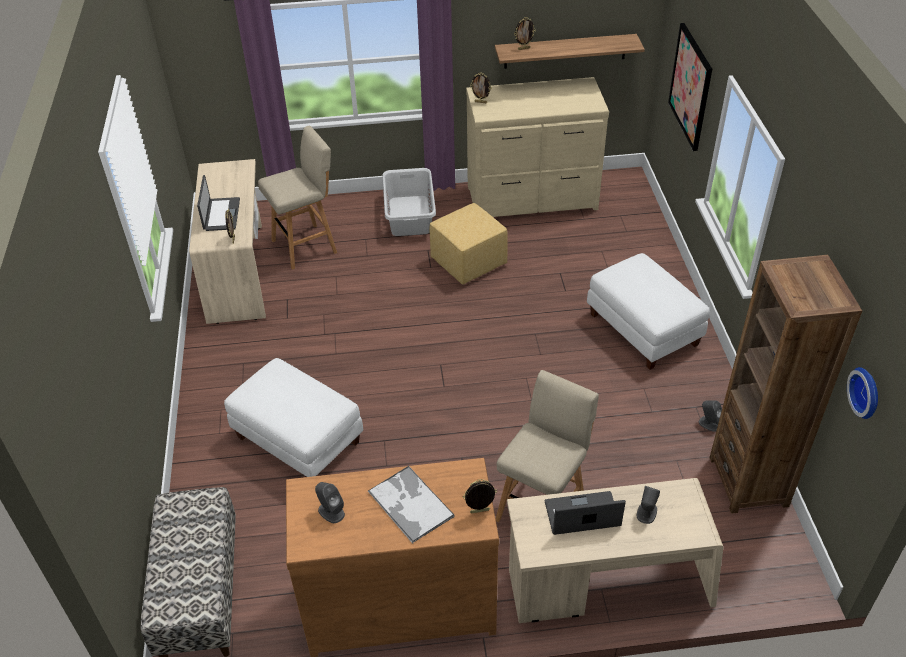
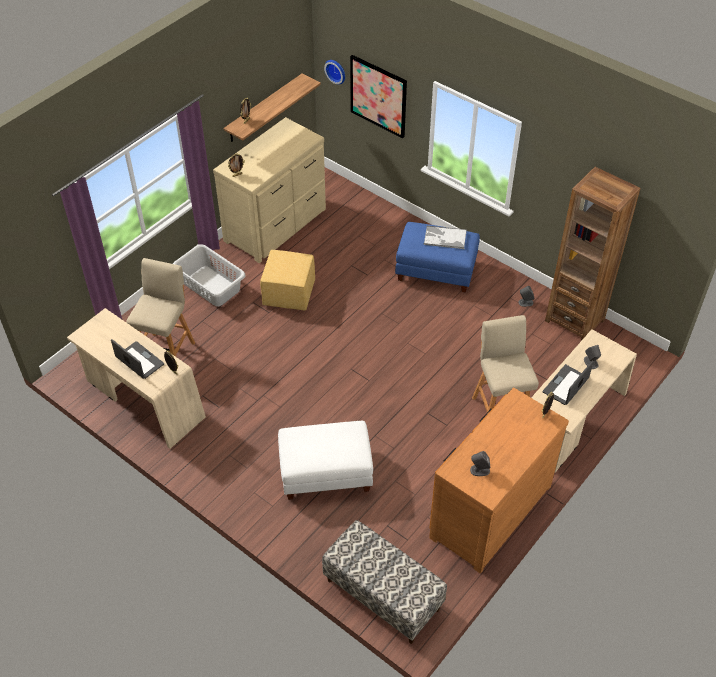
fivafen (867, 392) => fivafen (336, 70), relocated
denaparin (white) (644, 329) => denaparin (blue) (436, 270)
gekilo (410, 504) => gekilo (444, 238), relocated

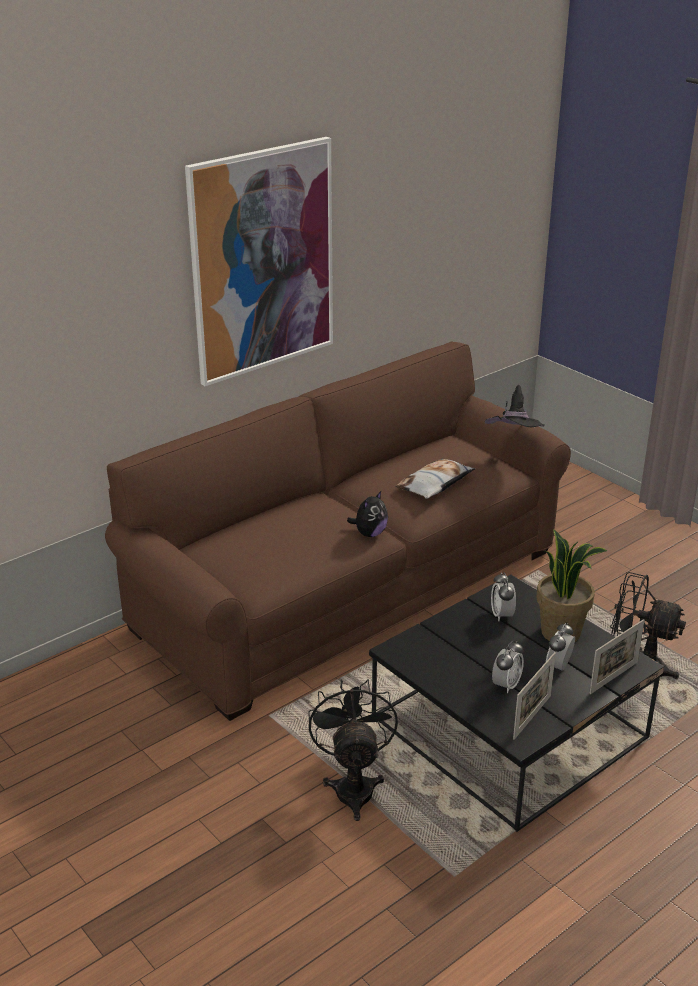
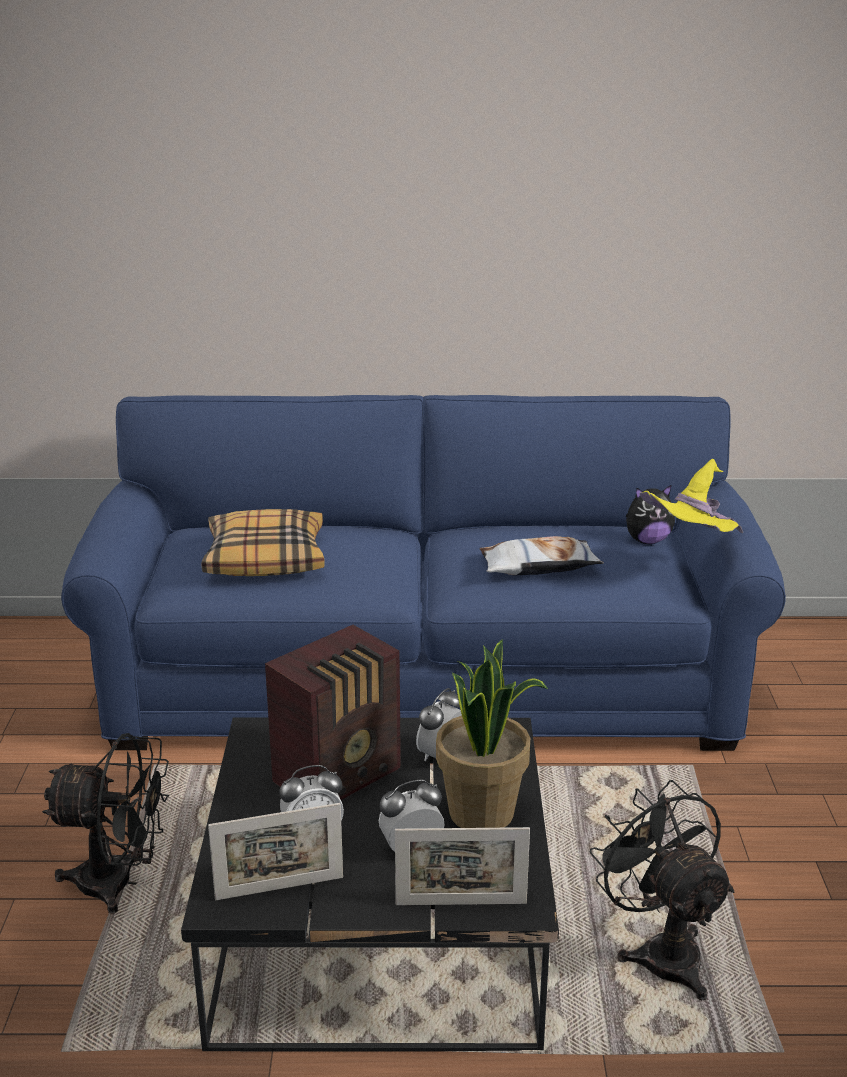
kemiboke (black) (353, 786) => kemiboke (black) (120, 883), 60 degrees clockwise
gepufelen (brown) (349, 590) => gepufelen (blue) (424, 682)
nothing => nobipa (265, 558)
nothing => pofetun (340, 776)
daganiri (369, 533) => daganiri (647, 541), relocated
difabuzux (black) (513, 441) => difabuzux (yellow) (690, 547)
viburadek (262, 261) => nothing

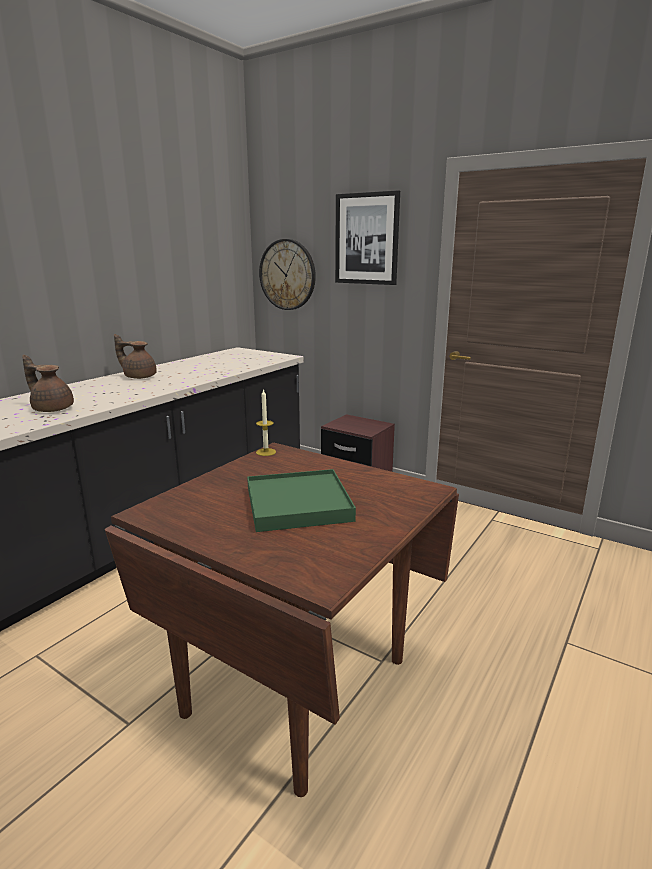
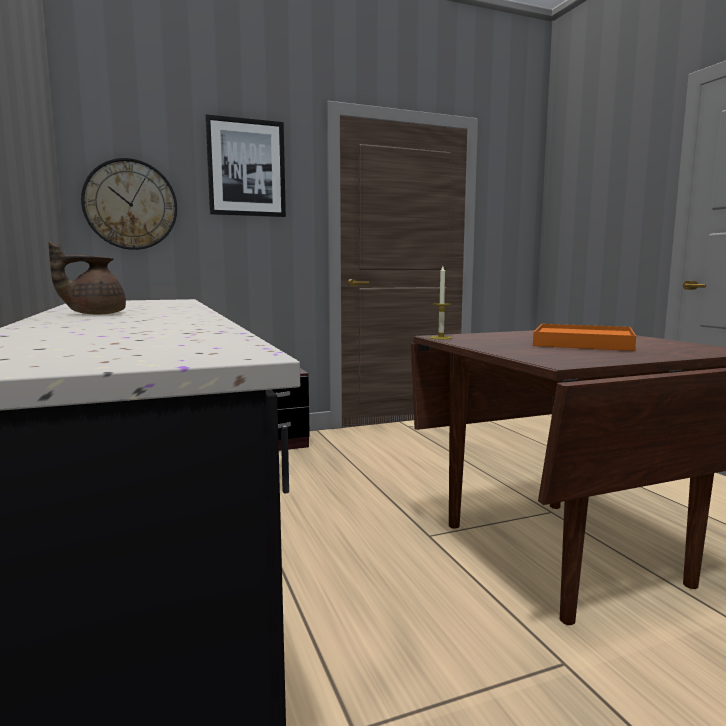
gekilo (green) (298, 504) => gekilo (orange) (583, 342)
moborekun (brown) (52, 409) => nothing

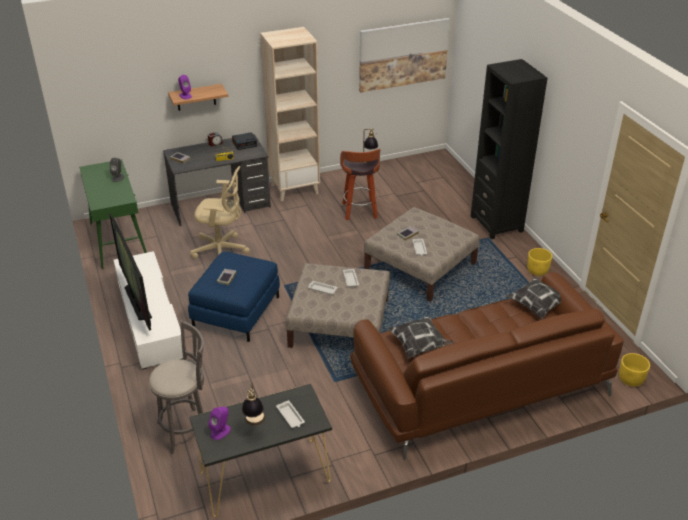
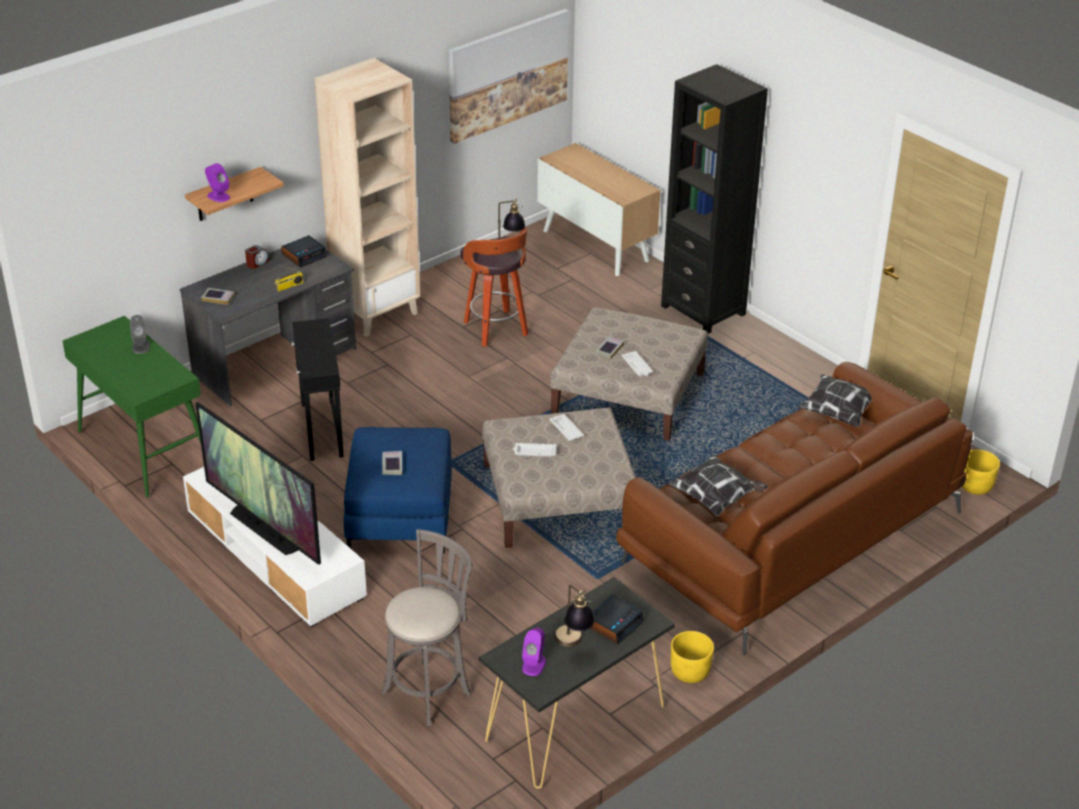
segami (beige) (222, 250) => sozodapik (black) (321, 430)
nothing => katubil (596, 245)
gekilo (white) (290, 416) => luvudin (614, 623)
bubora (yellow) (537, 271) => bubora (yellow) (690, 672), relocated

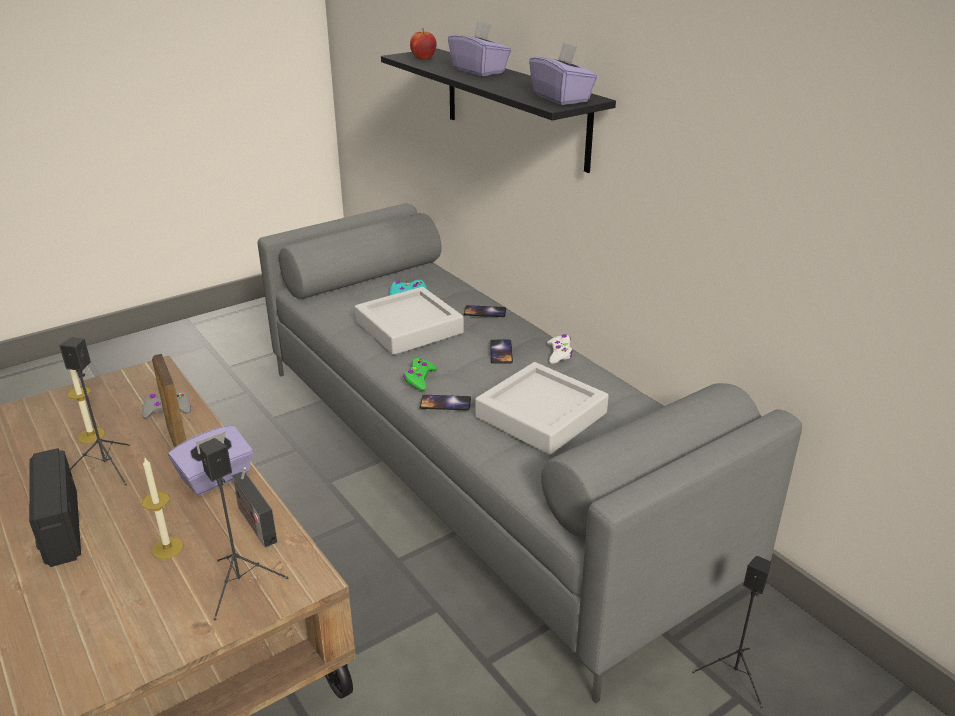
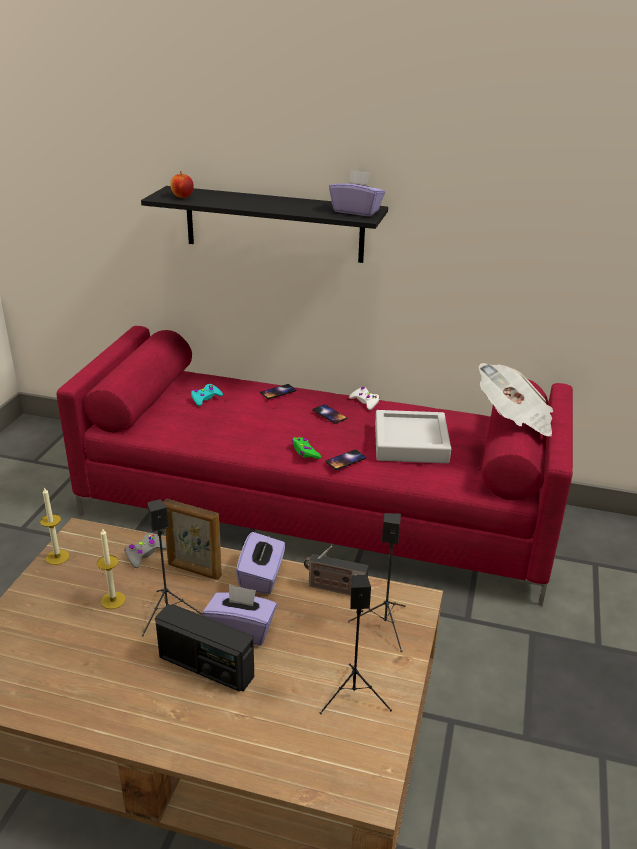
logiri (167, 548) => logiri (57, 557), relocated
gepufelen (grey) (480, 465) => gepufelen (red) (318, 510)
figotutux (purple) (479, 71) => figotutux (purple) (241, 630), relocated
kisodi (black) (735, 676) => kisodi (black) (354, 695), relocated
nothing => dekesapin (514, 419)
gekilo (grey) (409, 328) => nothing

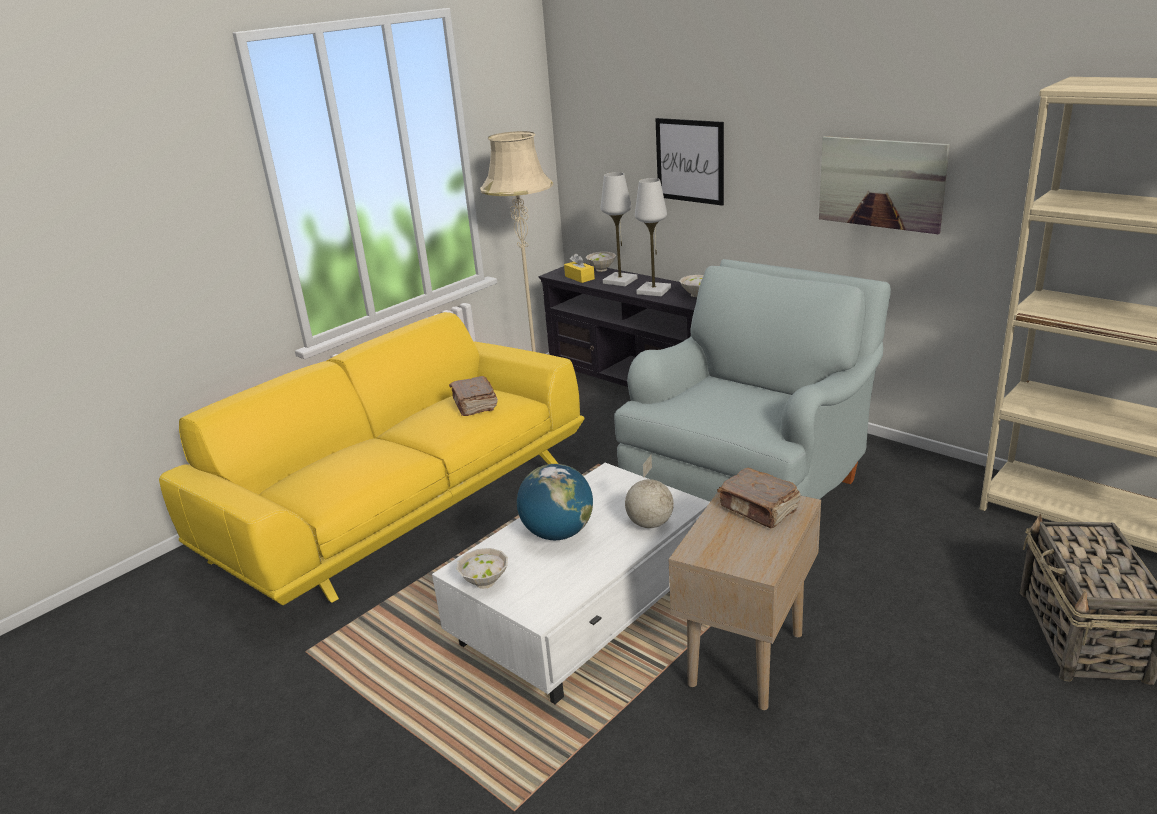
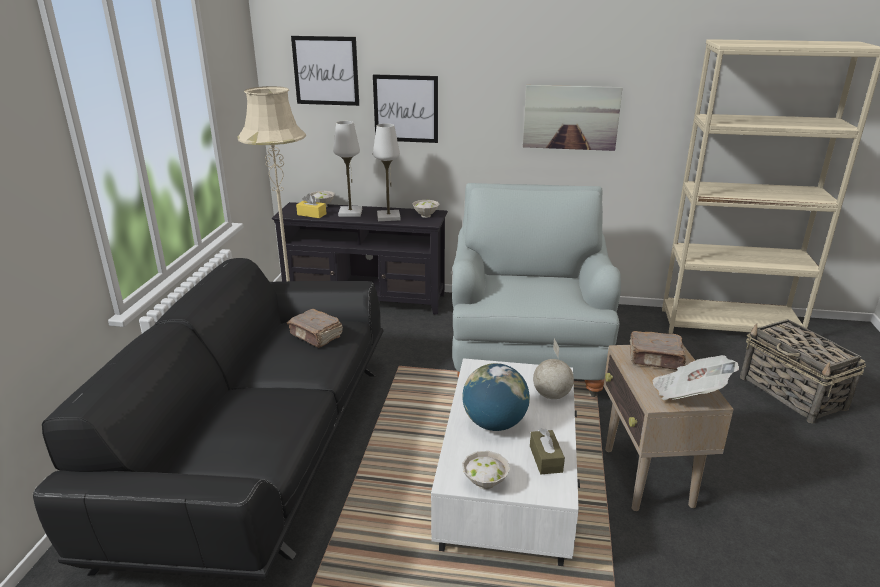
gepufelen (yellow) (401, 507) => gepufelen (black) (258, 450)
nothing => viburadek (326, 71)
nothing => figotutux (brown) (545, 459)
nothing => dekesapin (689, 394)

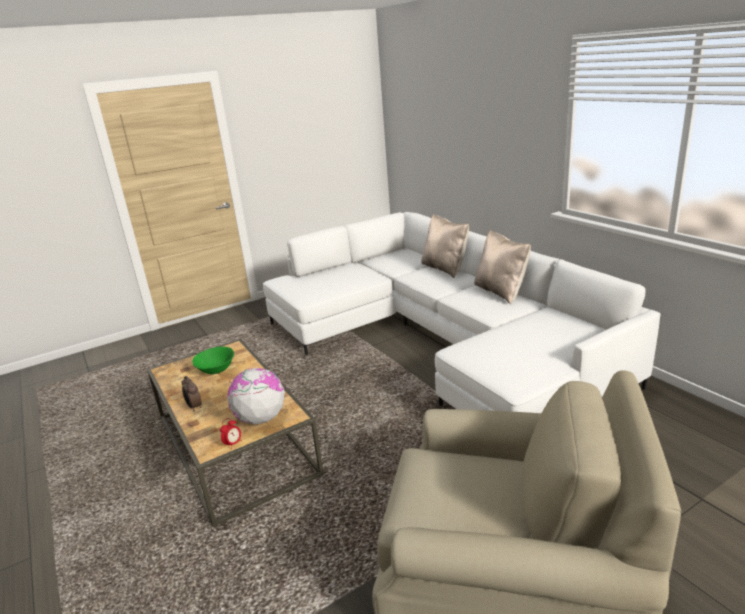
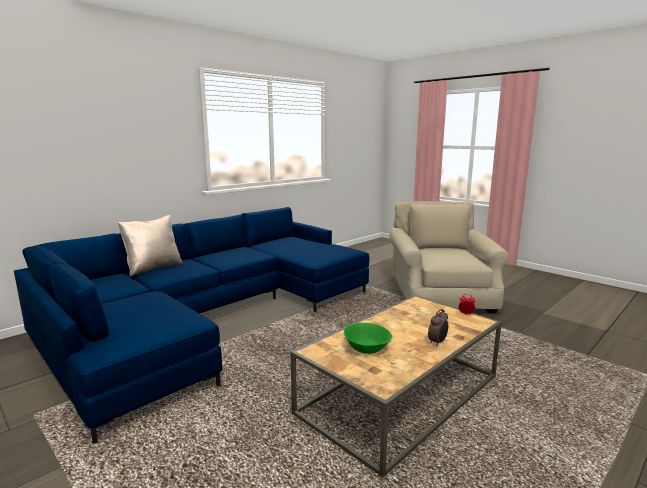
gepufelen (white) (439, 340) => gepufelen (blue) (210, 317)
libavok (260, 419) => nothing
nobipa (beige) (501, 291) => nothing

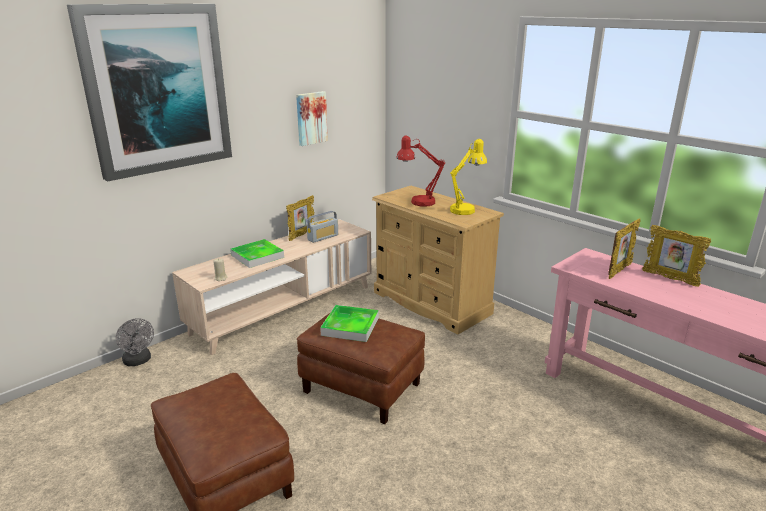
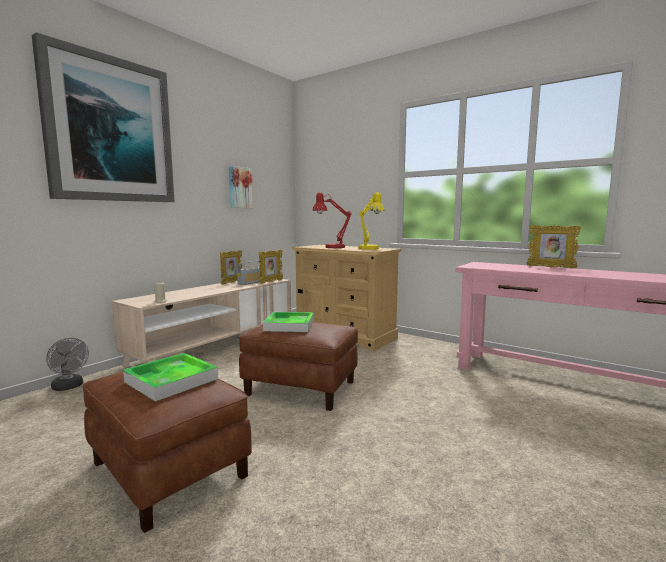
gekilo (257, 256) => gekilo (171, 380), relocated
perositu (619, 271) => perositu (271, 282), relocated

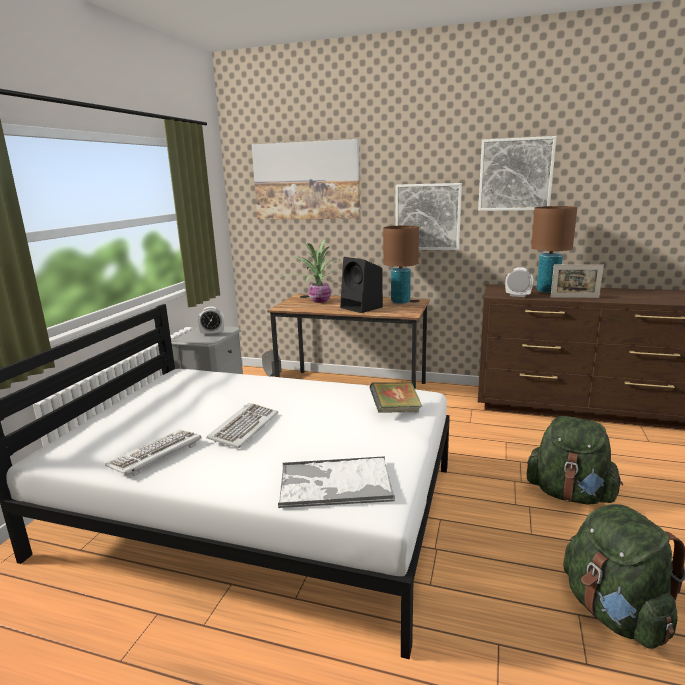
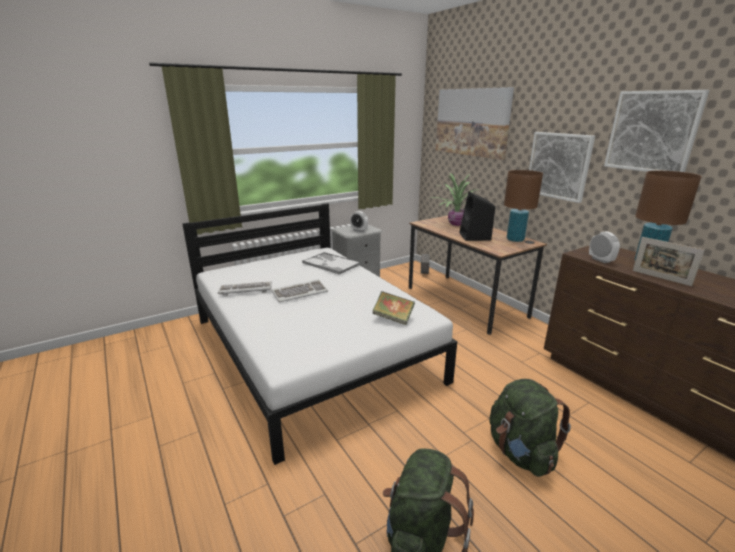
gekilo (334, 483) => gekilo (330, 263), relocated

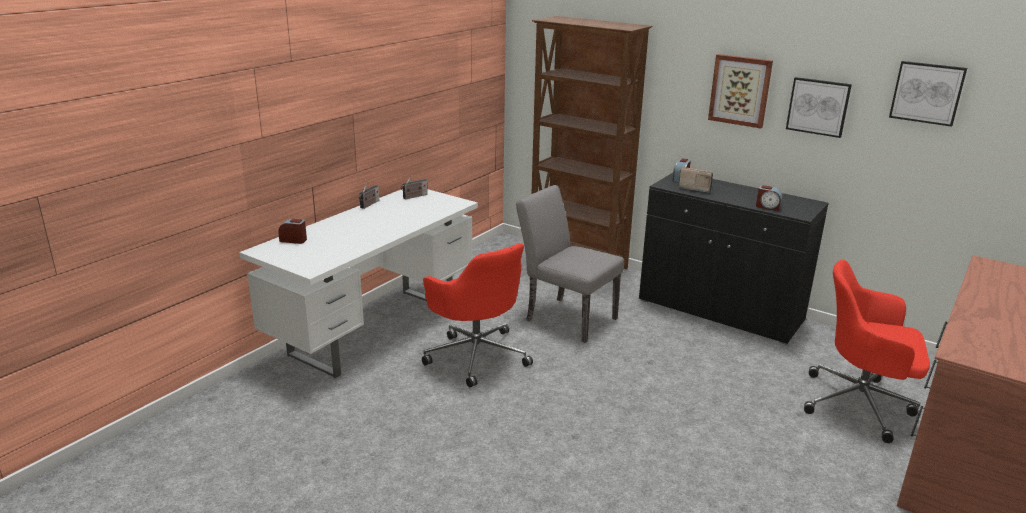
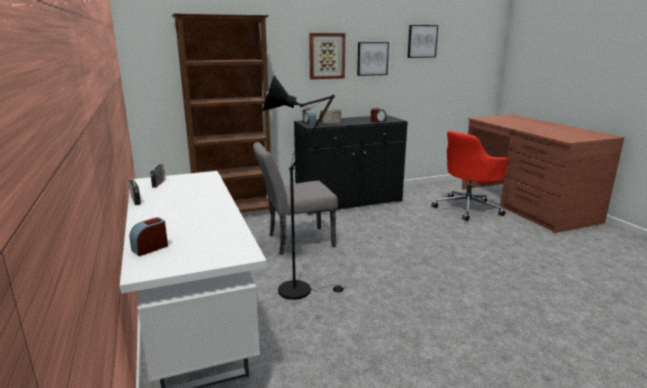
segami (red) (476, 355) => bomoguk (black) (301, 289)

